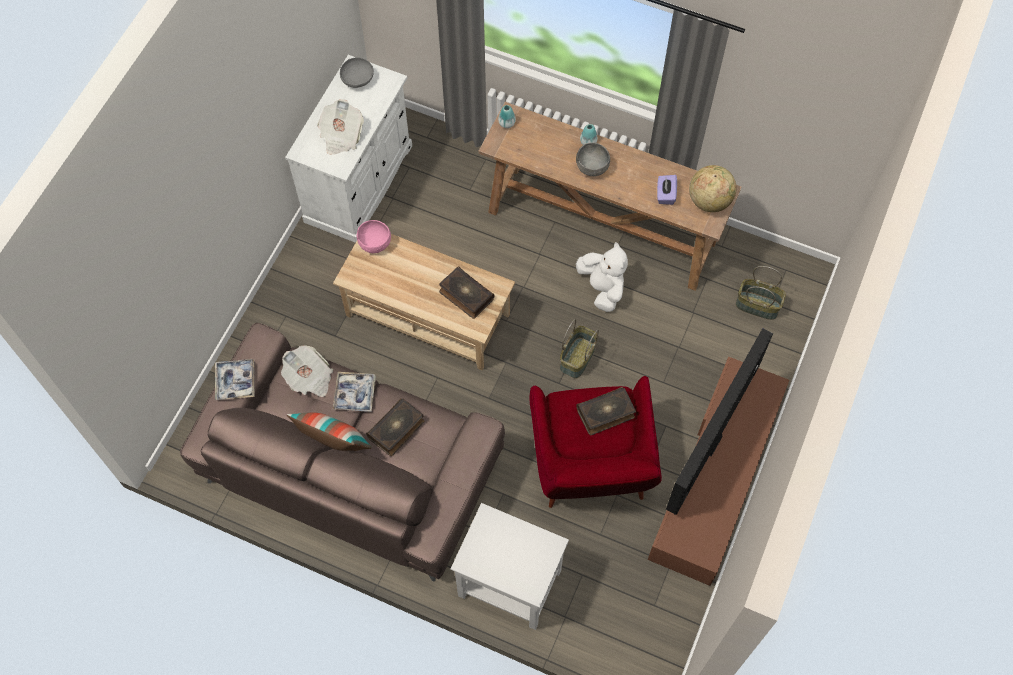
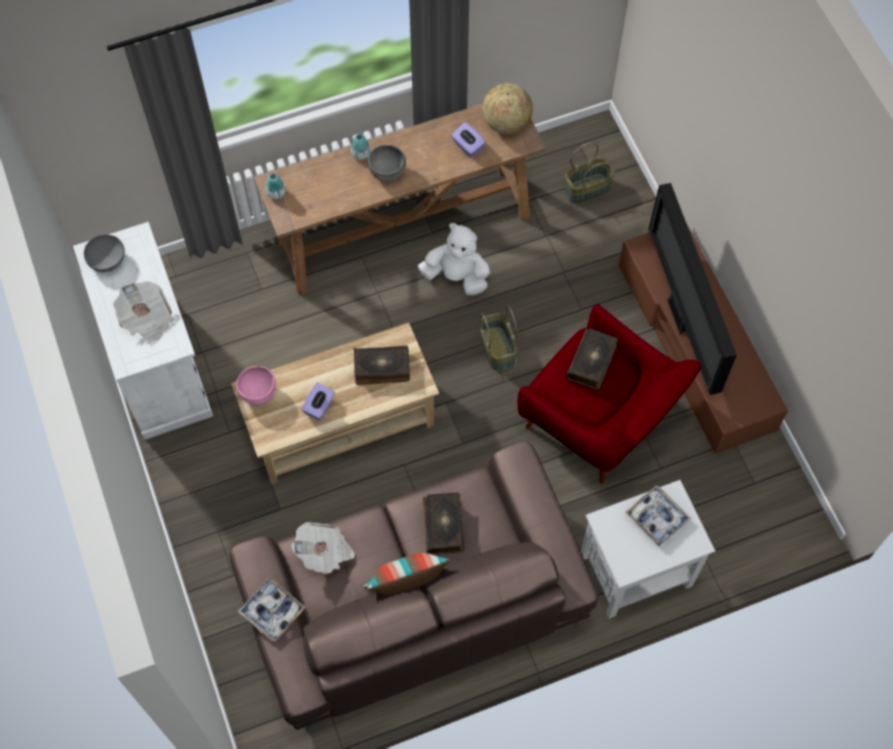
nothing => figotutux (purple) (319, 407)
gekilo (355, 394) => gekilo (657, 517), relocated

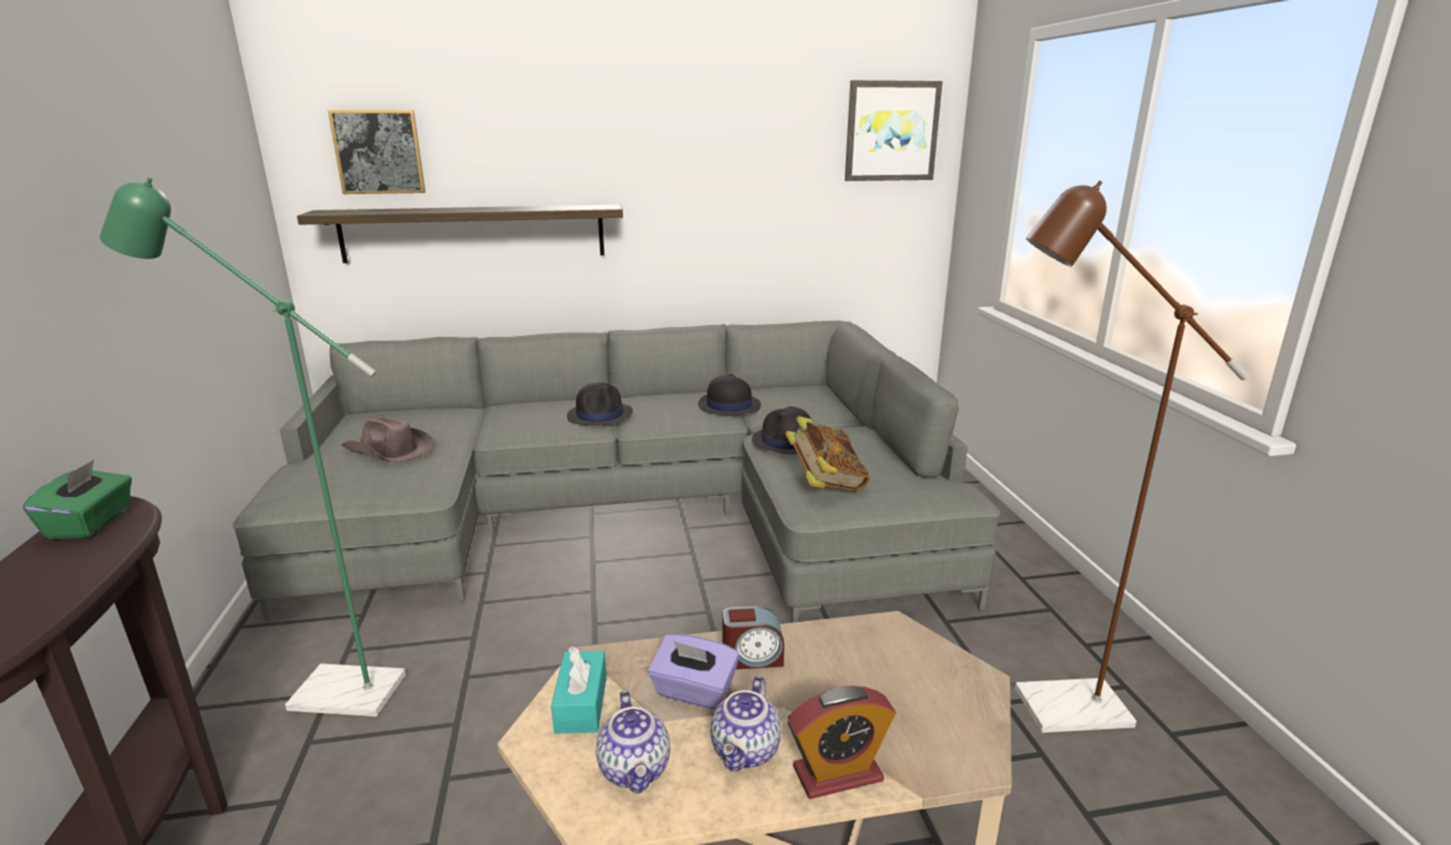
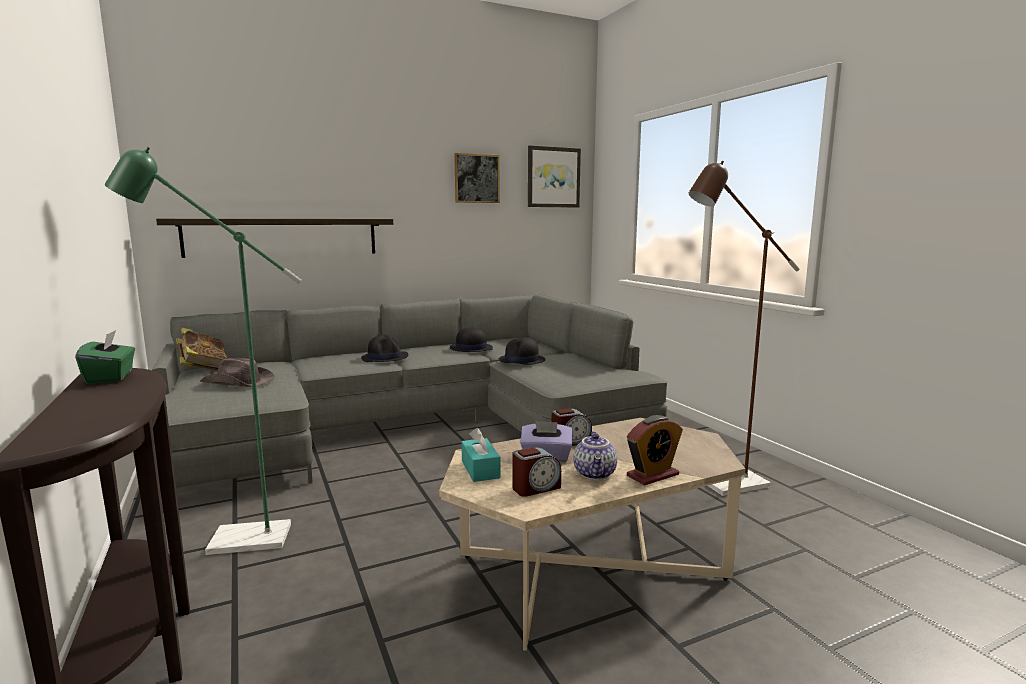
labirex (825, 484) => labirex (203, 369), relocated
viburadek (378, 152) => viburadek (476, 178), relocated
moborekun (635, 769) => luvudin (536, 488)

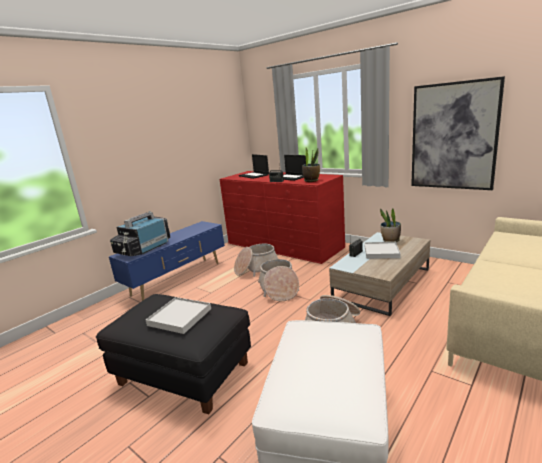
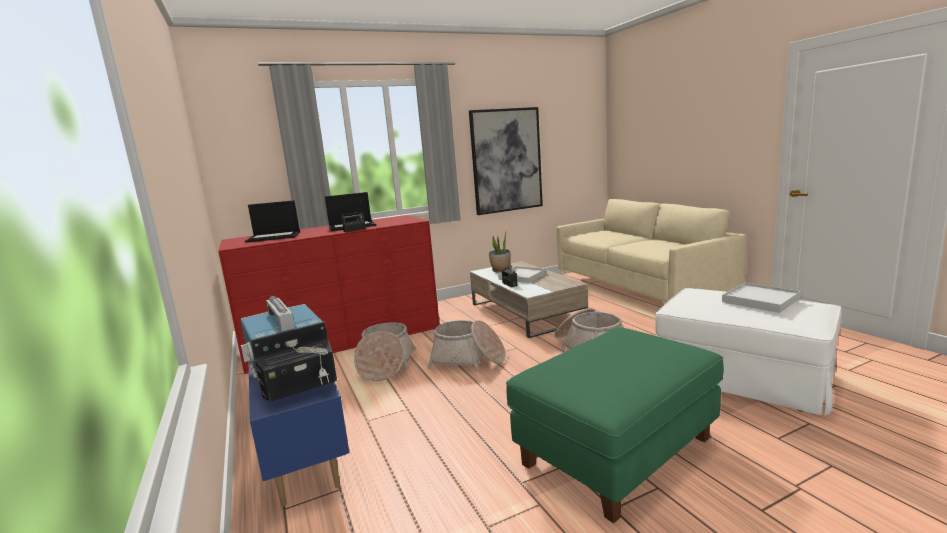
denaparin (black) (183, 373) => denaparin (green) (617, 452)
gekilo (white) (180, 317) => gekilo (white) (760, 300), relocated
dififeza (311, 180) => nothing

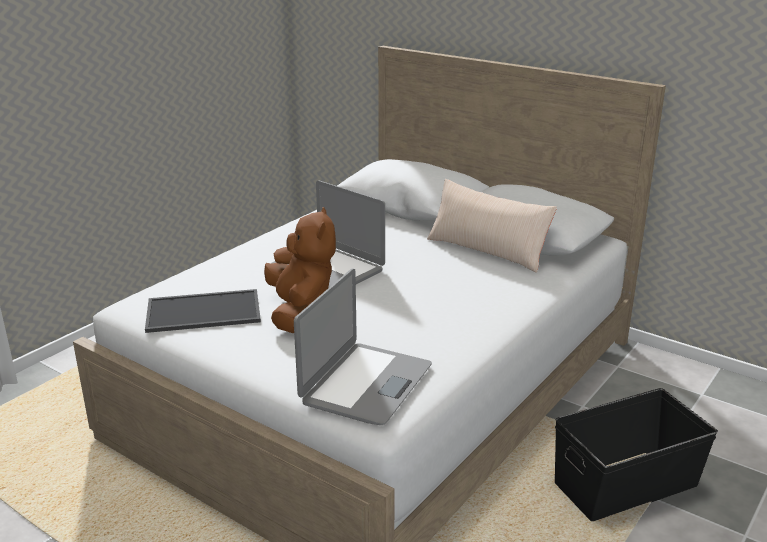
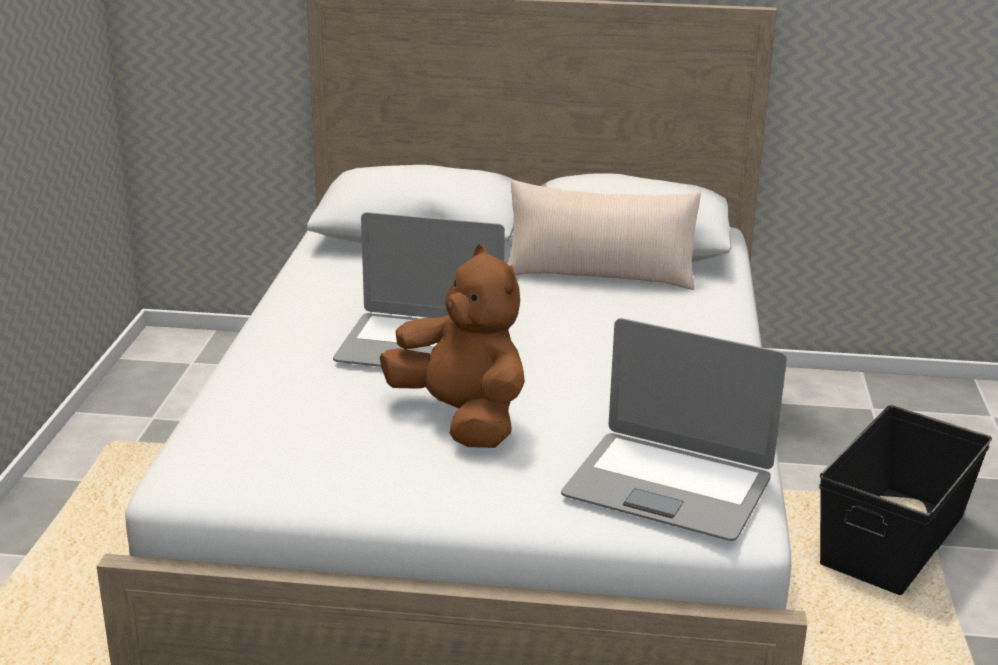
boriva (365, 384) => boriva (668, 487), 120 degrees clockwise
gekilo (202, 312) => nothing

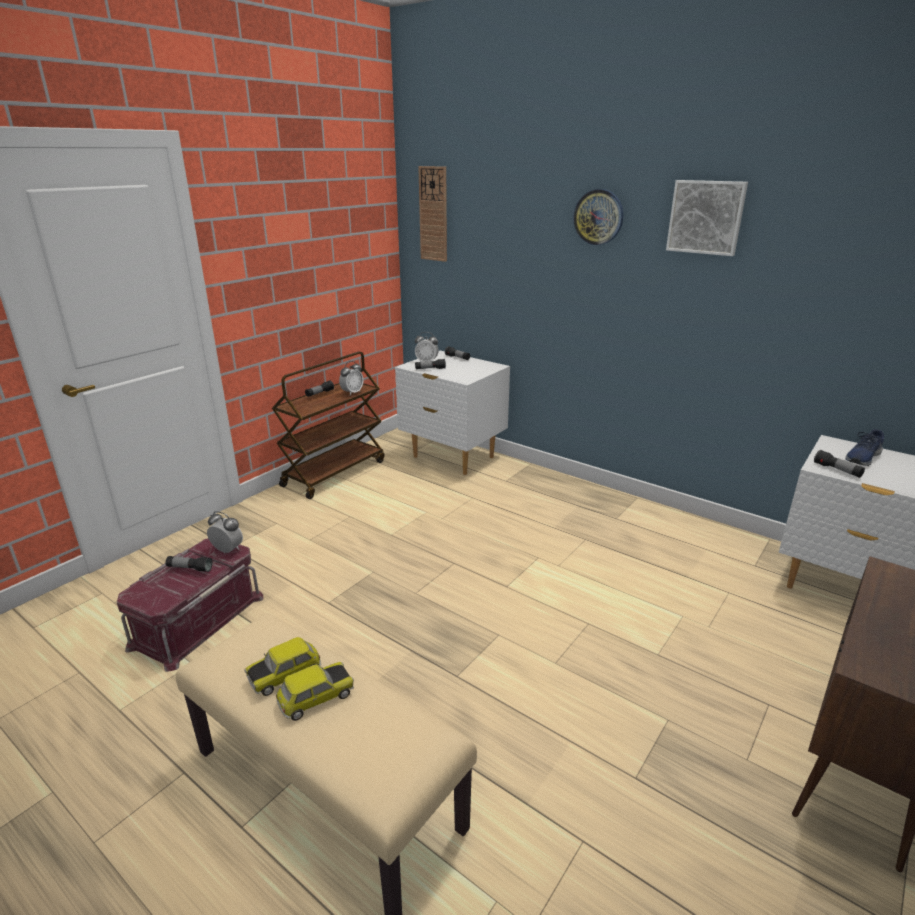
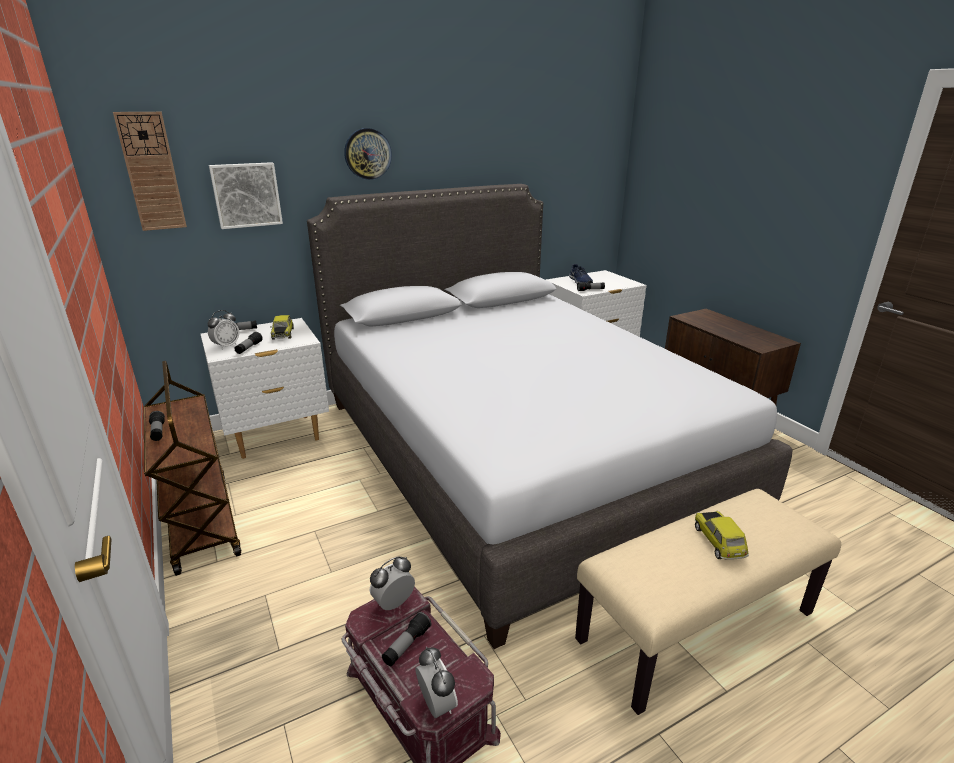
viburadek (706, 217) => viburadek (246, 195), relocated
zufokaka (285, 673) => zufokaka (282, 334), relocated
nothing => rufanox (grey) (514, 456)
luvudin (352, 392) => luvudin (437, 705), relocated

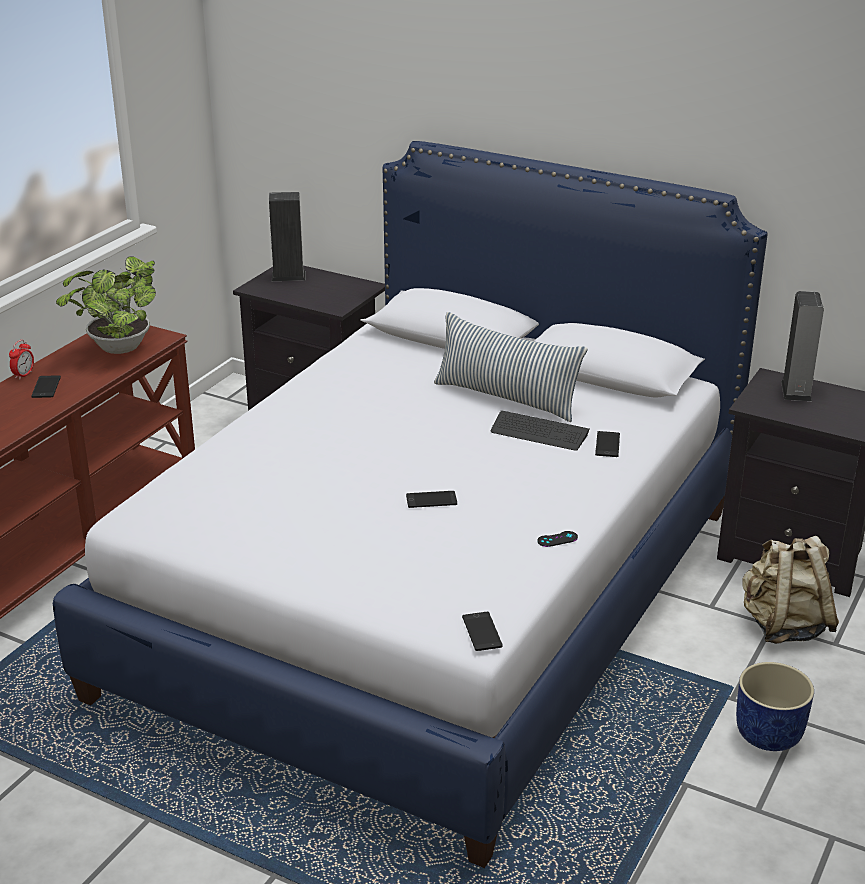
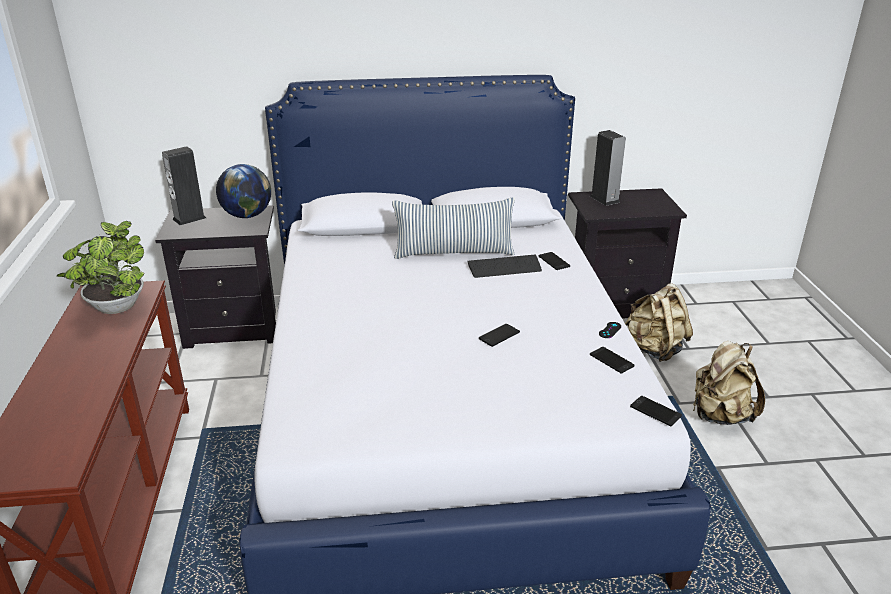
nothing => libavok (247, 215)
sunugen (46, 387) => sunugen (611, 360), relocated
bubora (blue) (768, 734) => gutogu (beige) (720, 415)
luvudin (23, 375) => nothing

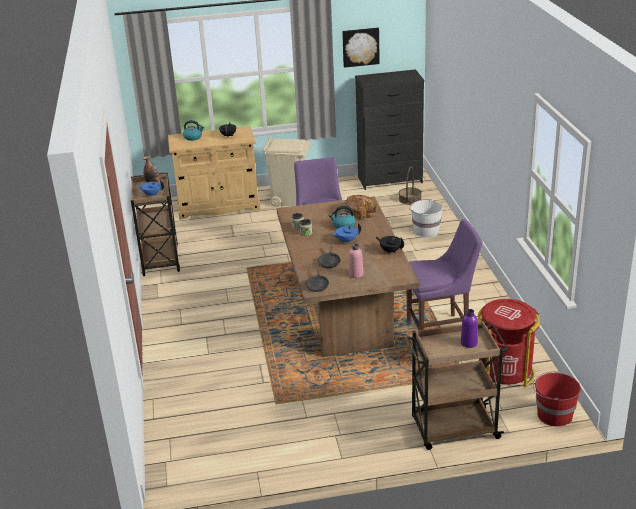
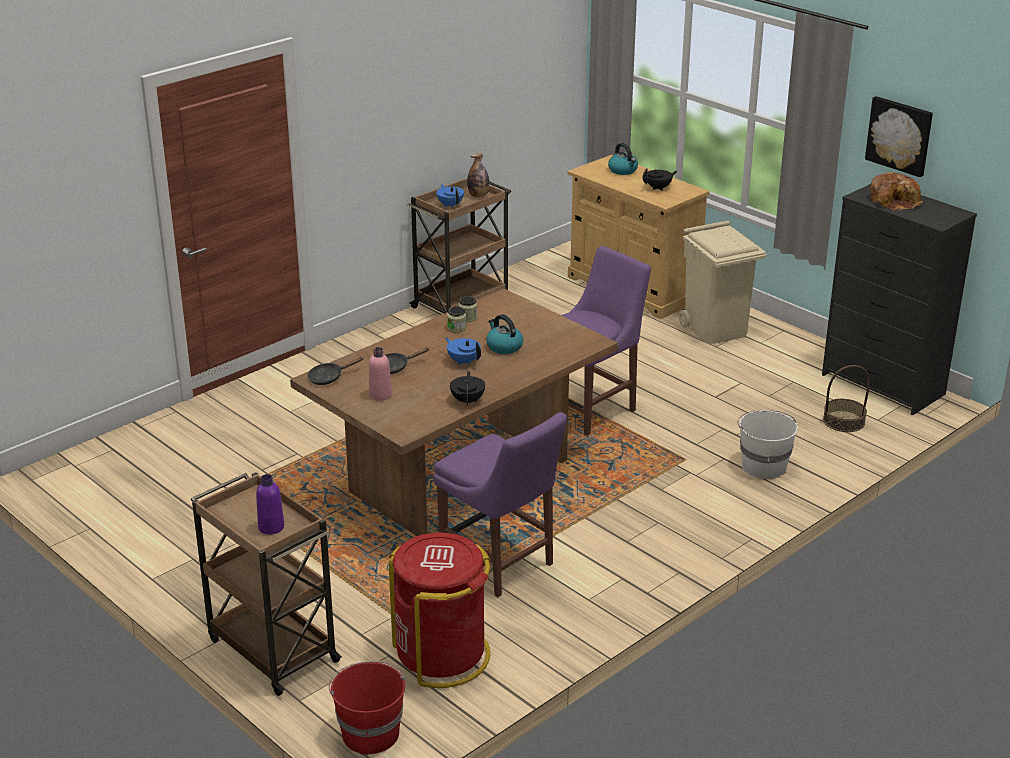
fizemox (360, 212) => fizemox (895, 200), relocated

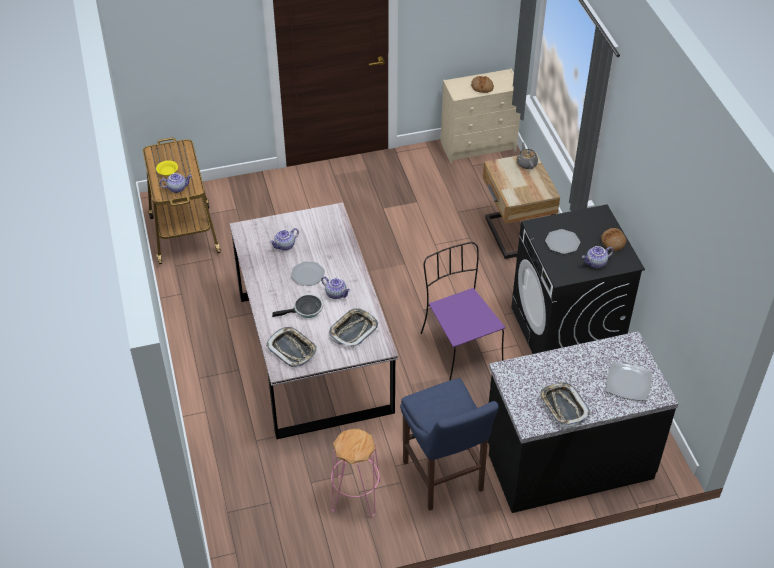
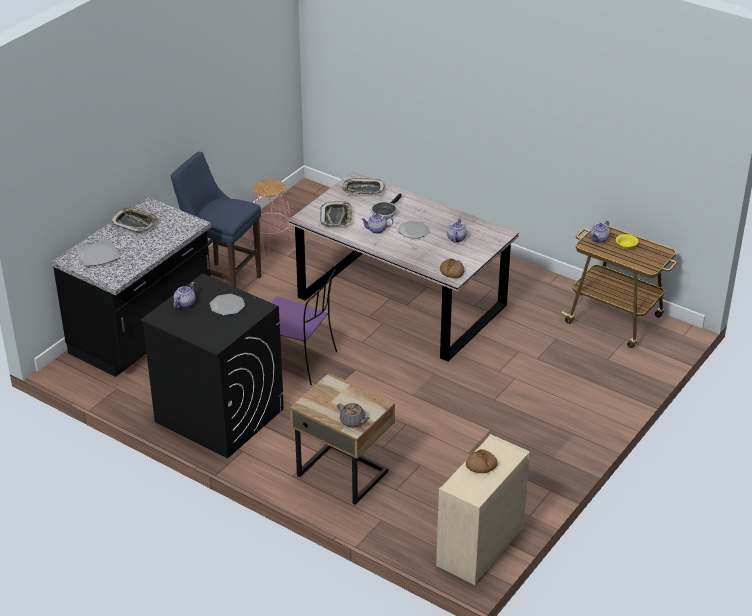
fizemox (613, 242) => fizemox (451, 272), relocated

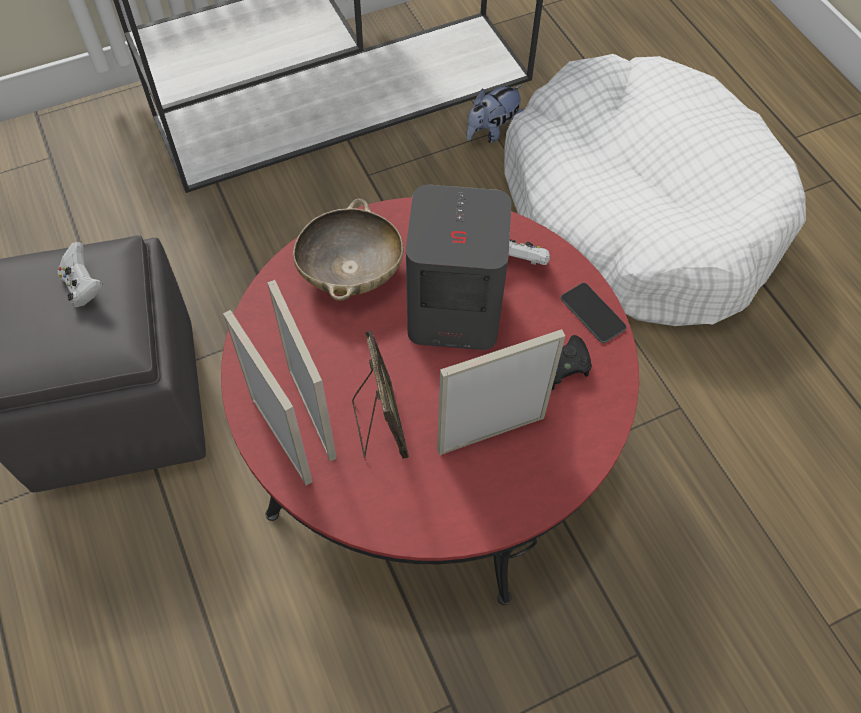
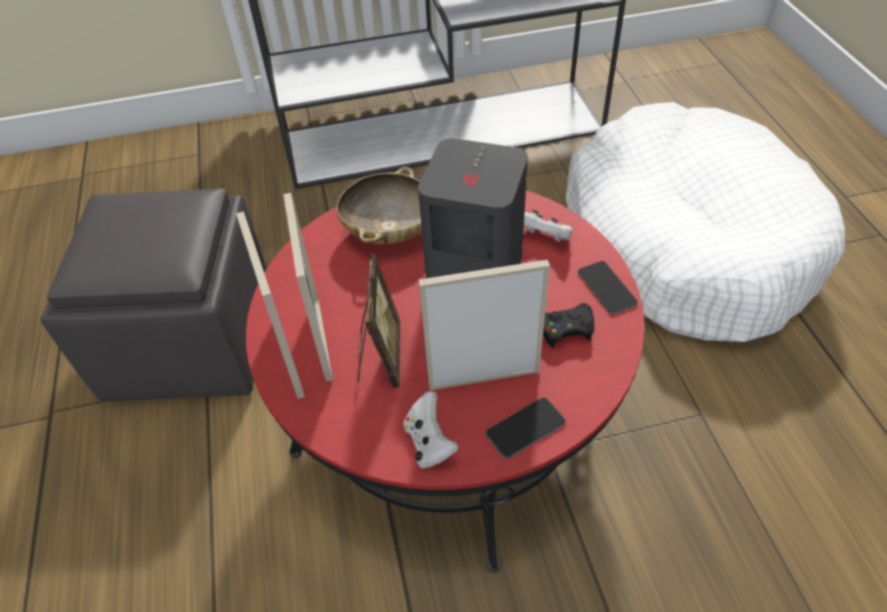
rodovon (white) (84, 287) => rodovon (white) (429, 443), relocated
nothing => sunugen (525, 428)
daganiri (492, 131) => nothing

